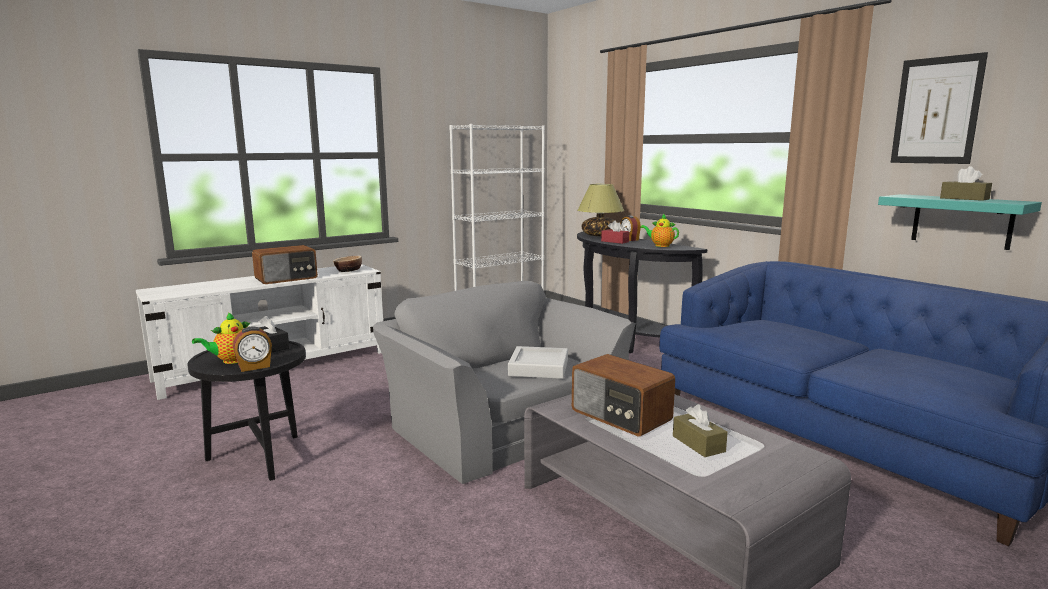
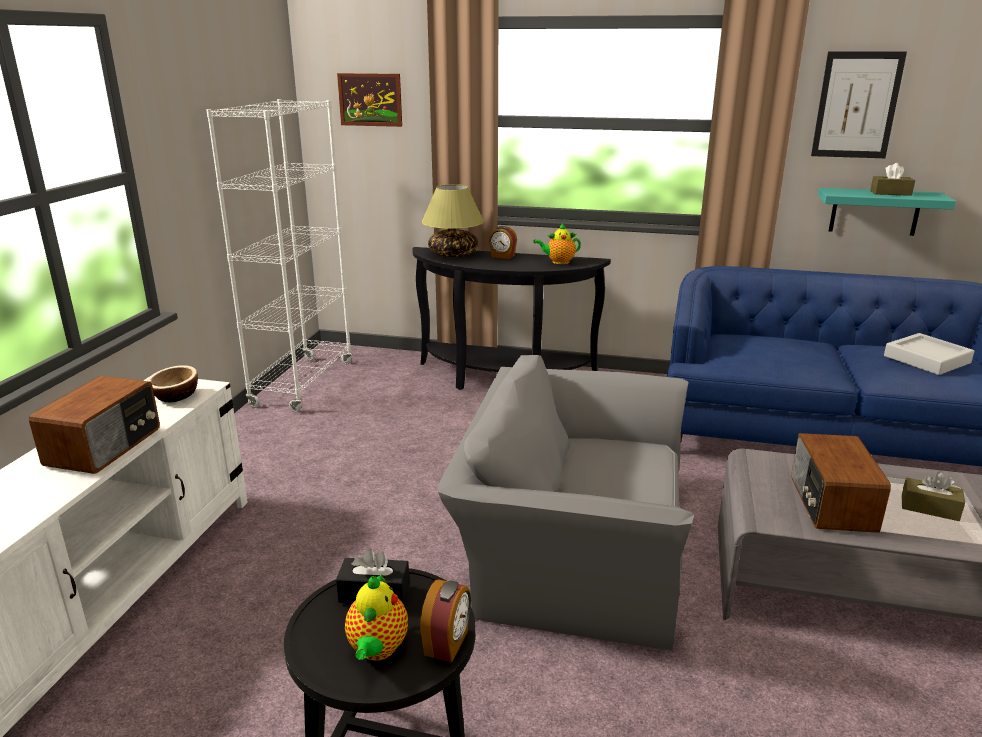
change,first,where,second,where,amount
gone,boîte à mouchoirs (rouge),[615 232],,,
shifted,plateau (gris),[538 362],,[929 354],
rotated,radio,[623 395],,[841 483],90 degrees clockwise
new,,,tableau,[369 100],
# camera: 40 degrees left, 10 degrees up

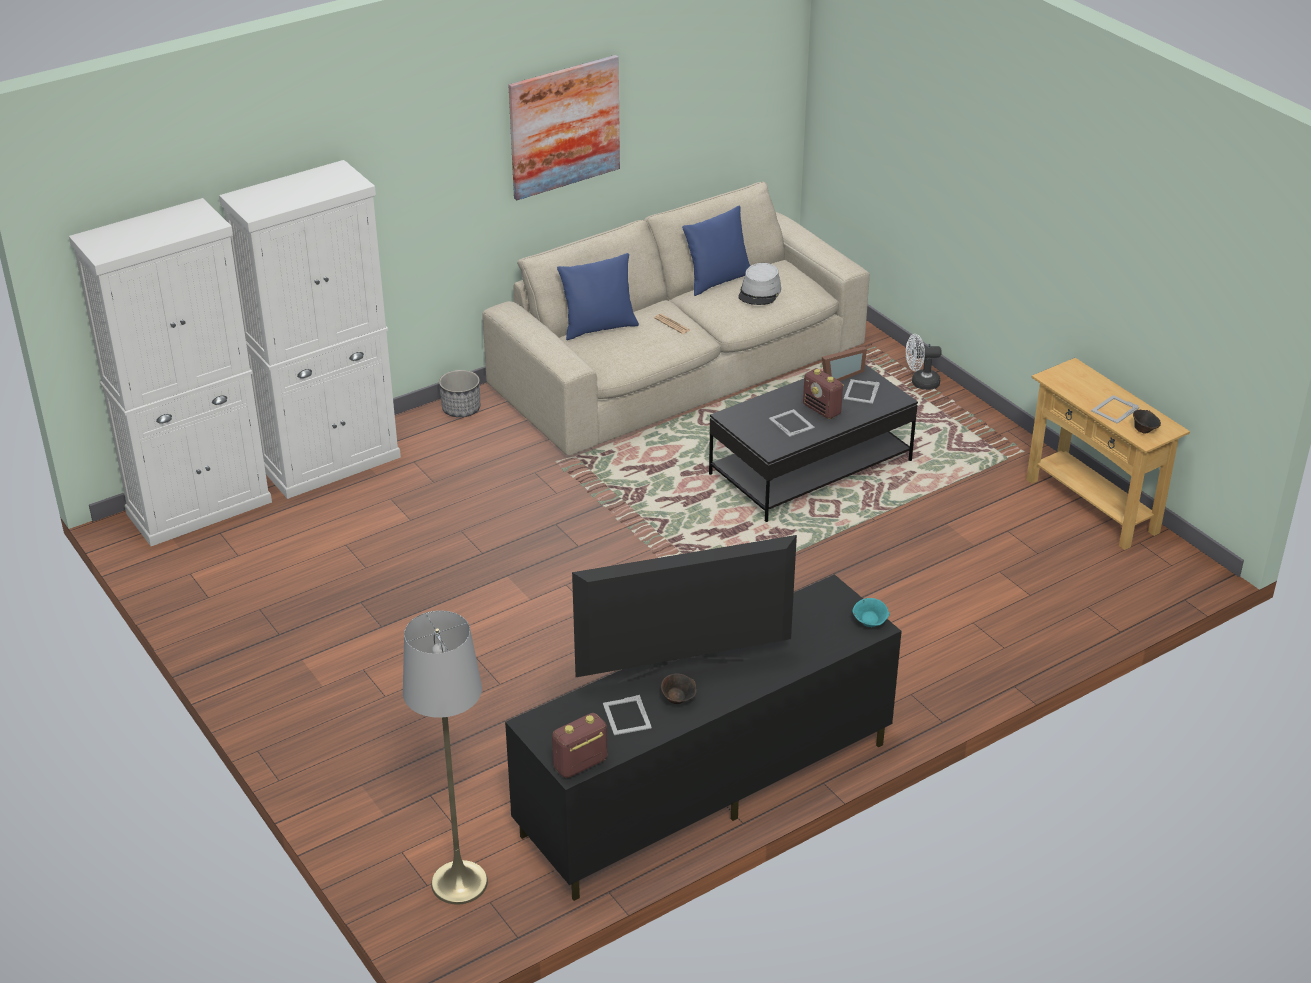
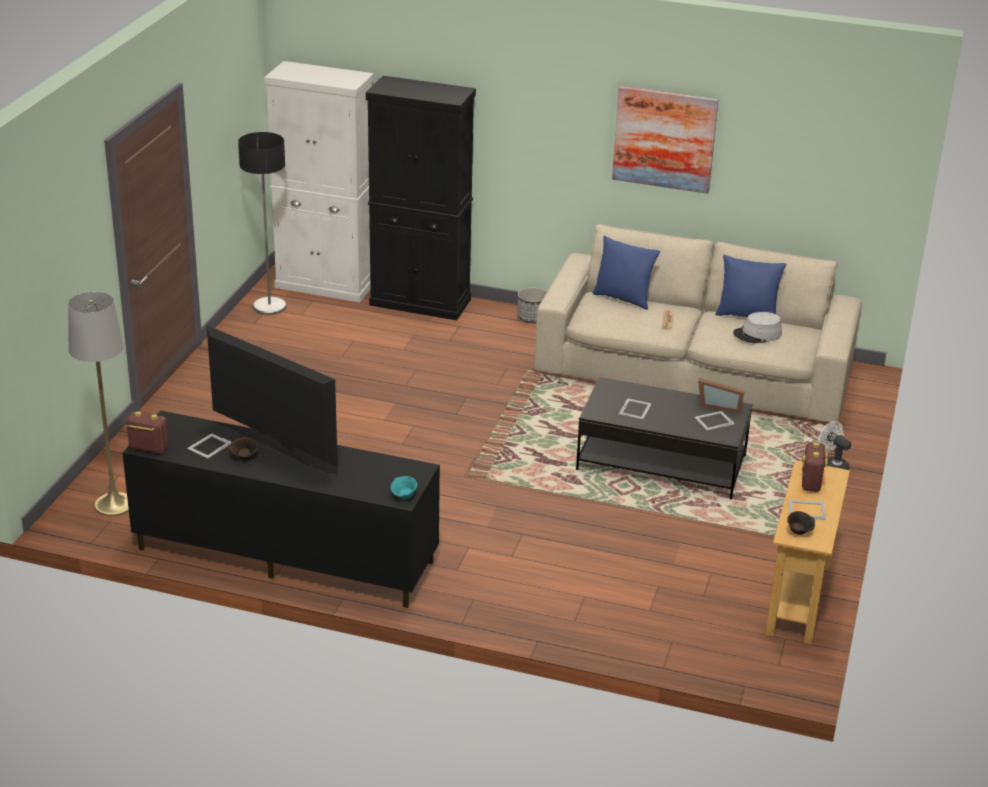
change,first,where,second,where,amount
repainted,meuble de rangement (blanc),[310 329],meuble de rangement (noir),[421 198],
shifted,radio,[823 393],,[815 467],
new,,,lampadaire,[262 223],
# camera: 50 degrees right, 5 degrees down

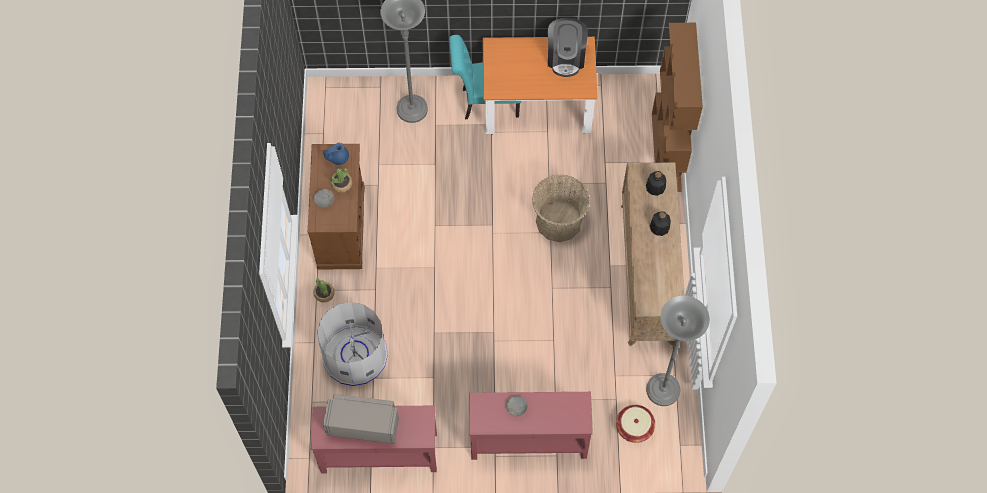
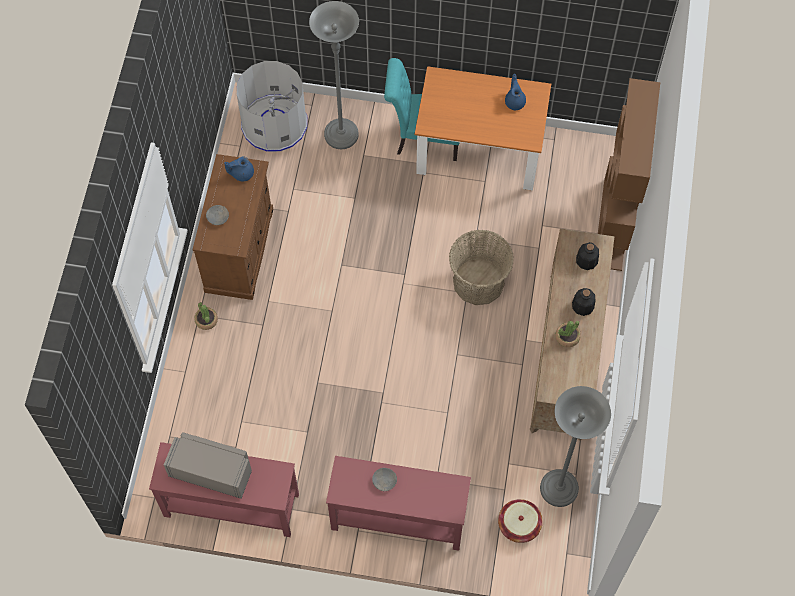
change,first,where,second,where,amount
swapped,machine à café,[568 47],théière (bleu),[515 92],
shifted,plante en pot,[341 180],,[568 334],
shifted,poubelle (gris),[352 344],,[272 106],
# camera: 10 degrees right, 0 degrees up

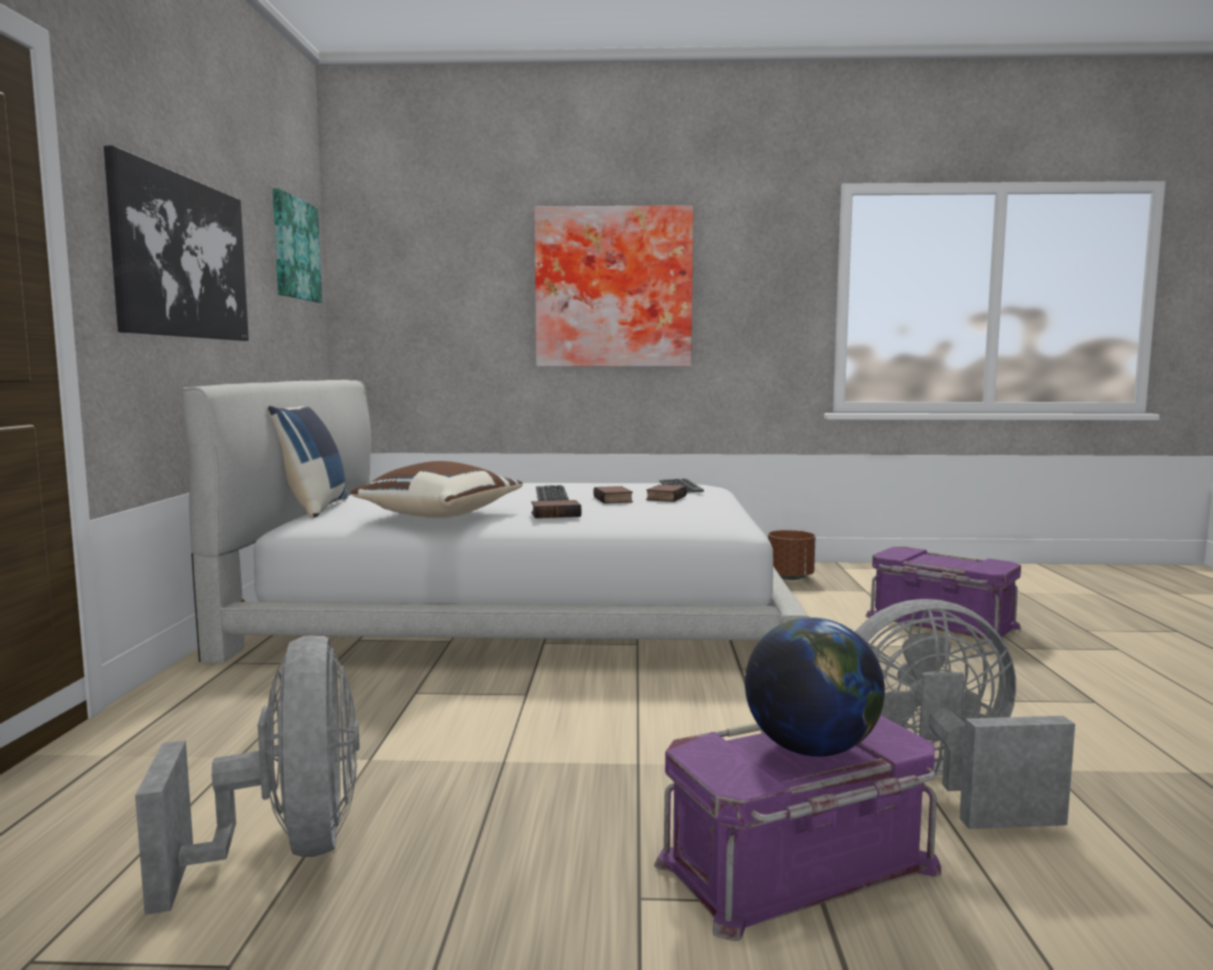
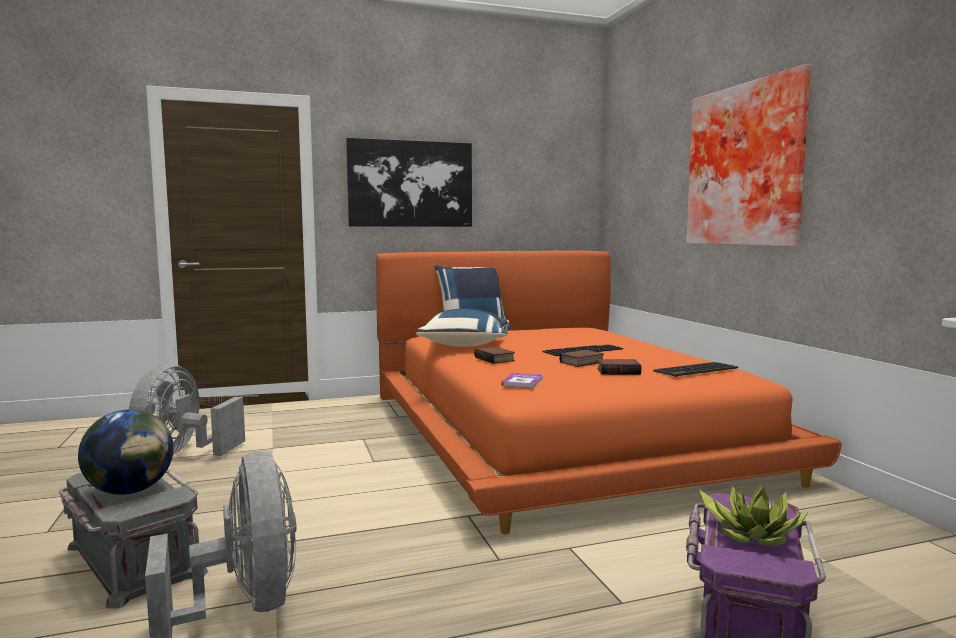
change,first,where,second,where,amount
gone,tableau,[297 245],,,
repainted,lit (blanc),[495 521],lit (orange),[609 392],
repainted,coussin (marron),[437 489],coussin (bleu),[462 327],
gone,cache-pot (marron),[792 555],,,
rotated,ventilateur (gris),[247 775],,[187 410],135 degrees clockwise
repainted,boîte de rangement (violet),[797 828],boîte de rangement (gris),[133 538],
new,,,livre,[522 380],
new,,,plante en pot,[753 516],
# camera: 70 degrees right, 0 degrees up

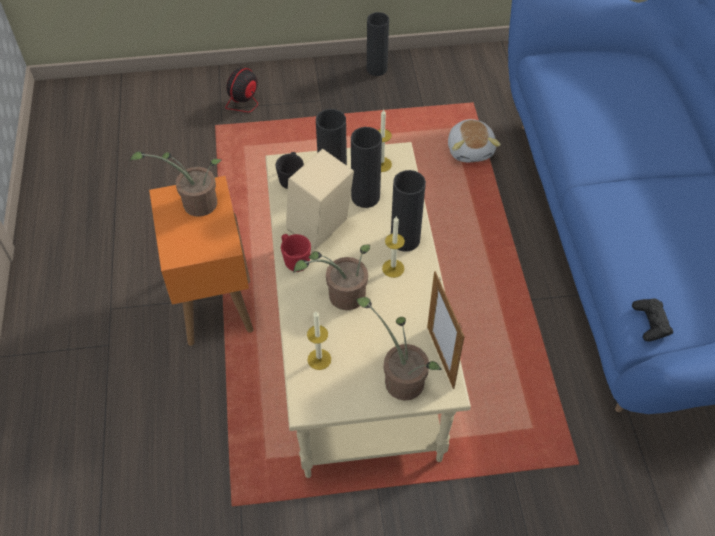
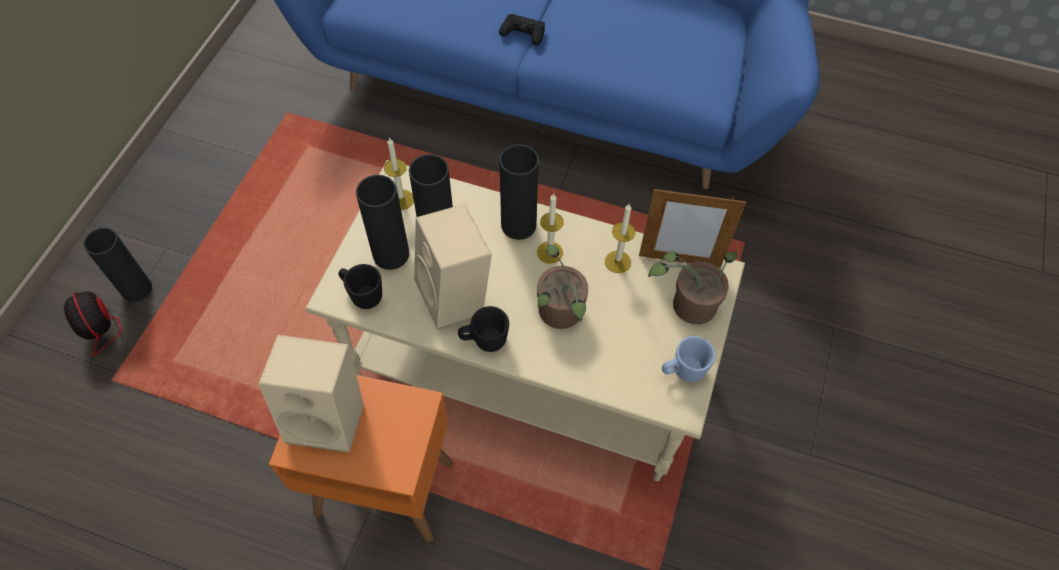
change,first,where,second,where,amount
shifted,vase (noir),[378 44],,[117 264],
gone,peluche,[474 140],,,
swapped,plante en pot,[175 184],enceinte (beige),[311 394],
repainted,mug (rouge),[296 253],mug (noir),[483 329],
shifted,manette (noir),[652 320],,[522 29],
shifted,bougie,[319 341],,[620 238],
new,,,mug (bleu),[689 359],
# camera: 65 degrees left, 5 degrees up

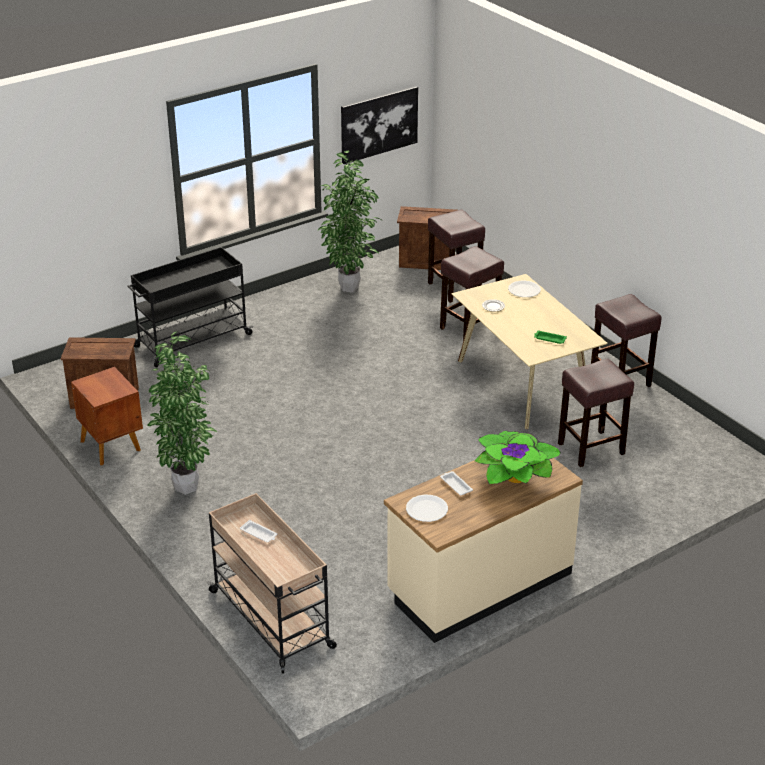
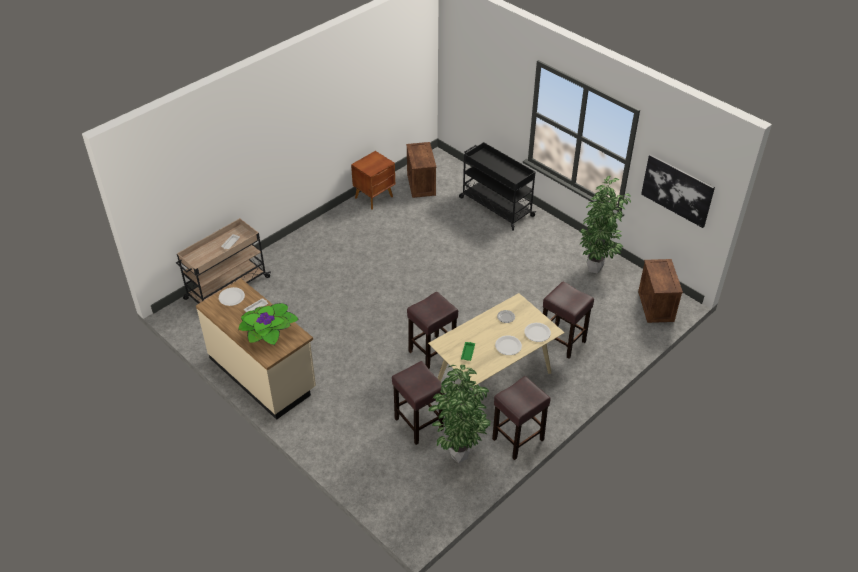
change,first,where,second,where,amount
shifted,tabouret (marron),[456 256],,[432 330],
shifted,plante en pot,[182 413],,[459 414],
new,,,assiette (blanc),[508 345],
# camera: 80 degrees right, 10 degrees up

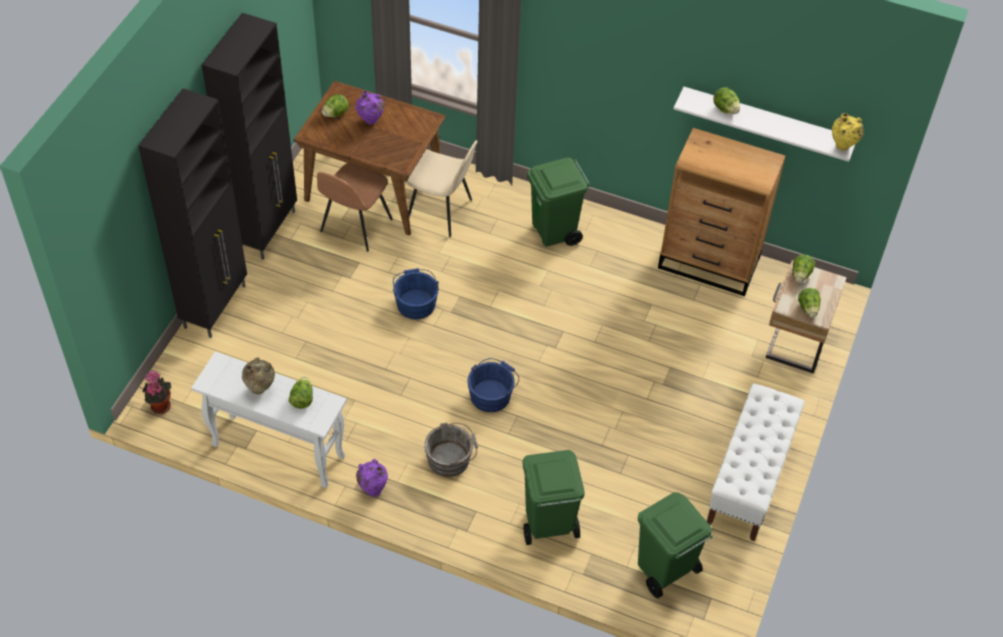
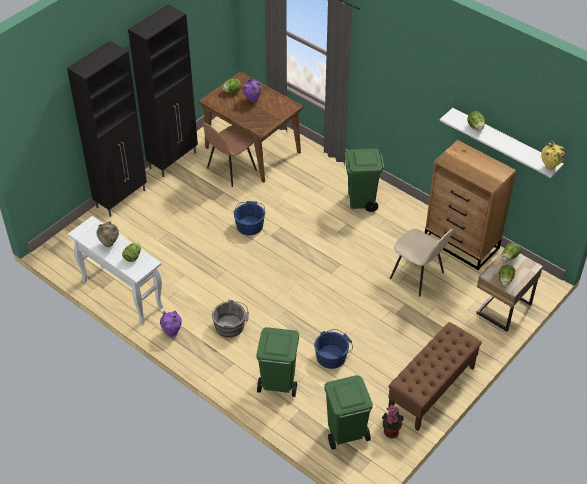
change,first,where,second,where,amount
shifted,chaise (beige),[441 188],,[421 262],
shifted,seau (bleu),[493 385],,[333 349],
shifted,plante en pot,[157 392],,[393 421],
repainted,banc (blanc),[756 462],banc (marron),[435 376],
# camera: 20 degrees right, 5 degrees down

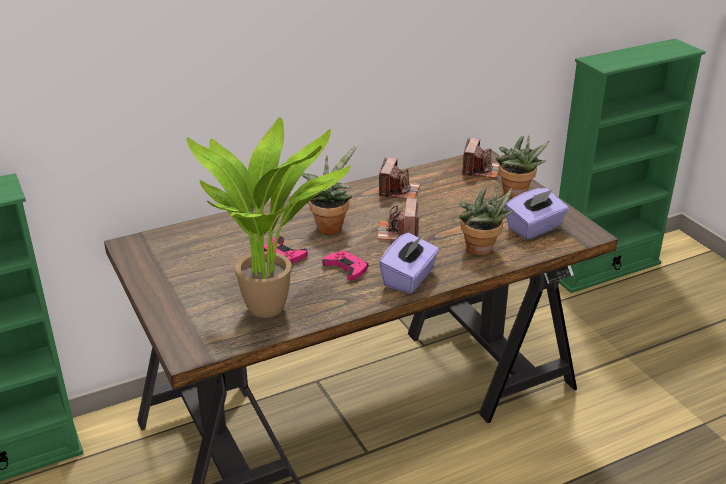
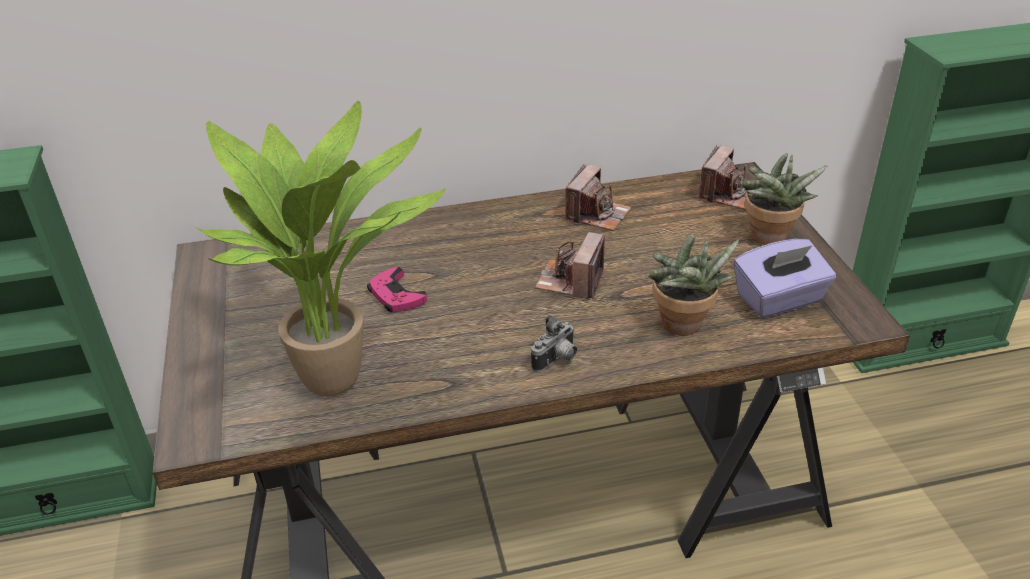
change,first,where,second,where,amount
gone,plante en pot,[329 189],,,
swapped,boîte à mouchoirs (violet),[409 263],appareil photo,[554 343],
gone,manette (rose),[345 265],,,
# camera: 15 degrees right, 5 degrees up

